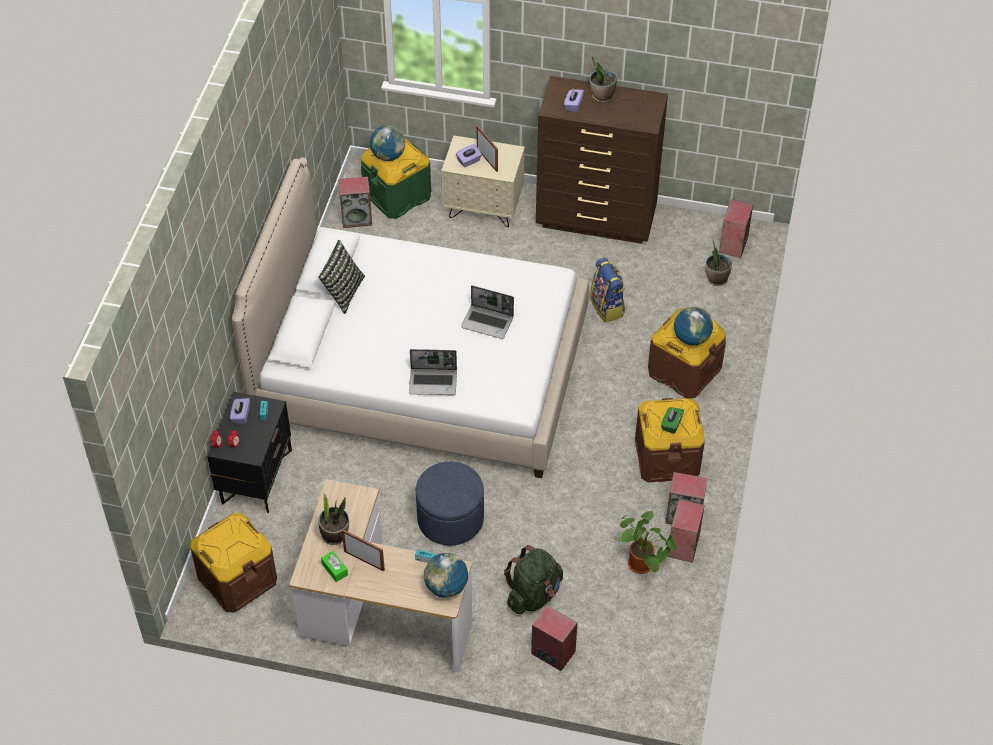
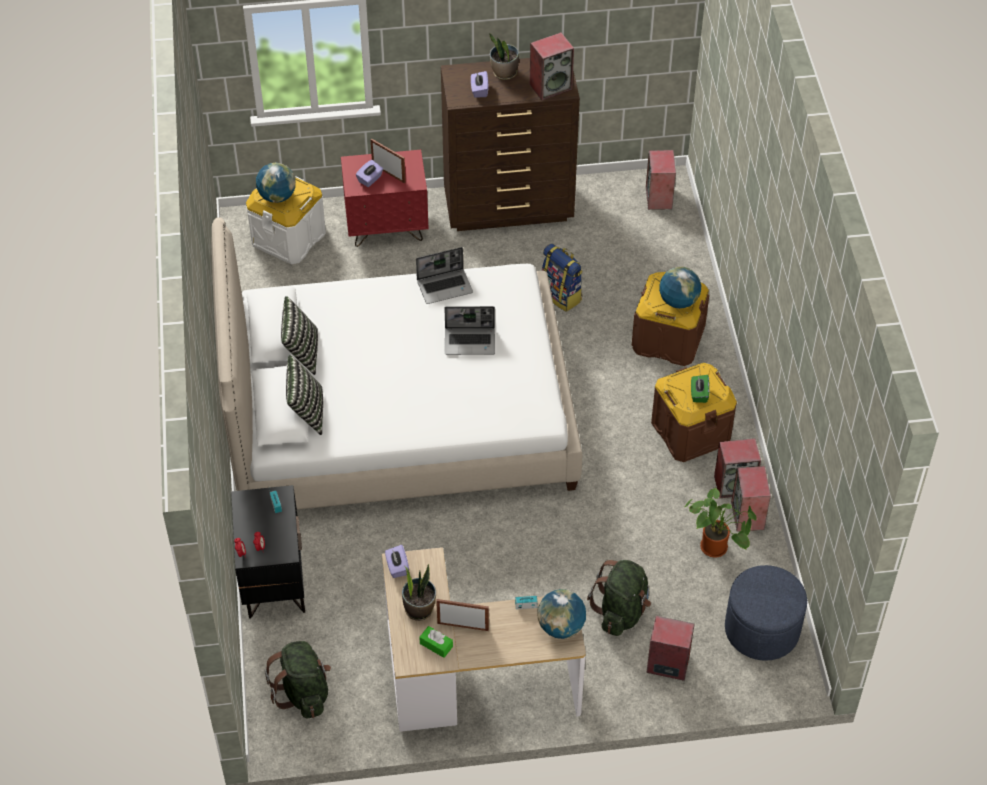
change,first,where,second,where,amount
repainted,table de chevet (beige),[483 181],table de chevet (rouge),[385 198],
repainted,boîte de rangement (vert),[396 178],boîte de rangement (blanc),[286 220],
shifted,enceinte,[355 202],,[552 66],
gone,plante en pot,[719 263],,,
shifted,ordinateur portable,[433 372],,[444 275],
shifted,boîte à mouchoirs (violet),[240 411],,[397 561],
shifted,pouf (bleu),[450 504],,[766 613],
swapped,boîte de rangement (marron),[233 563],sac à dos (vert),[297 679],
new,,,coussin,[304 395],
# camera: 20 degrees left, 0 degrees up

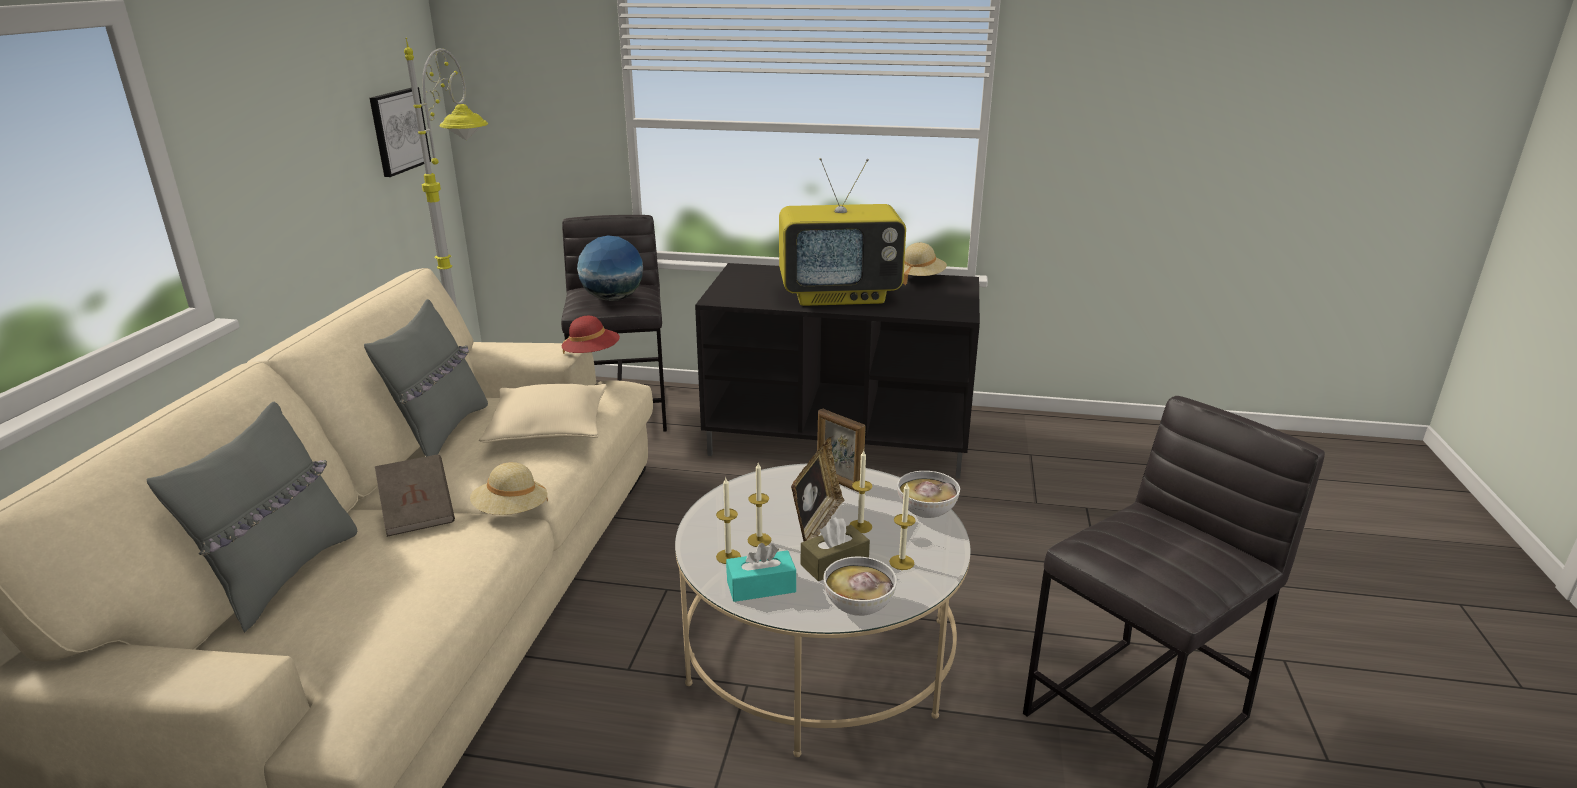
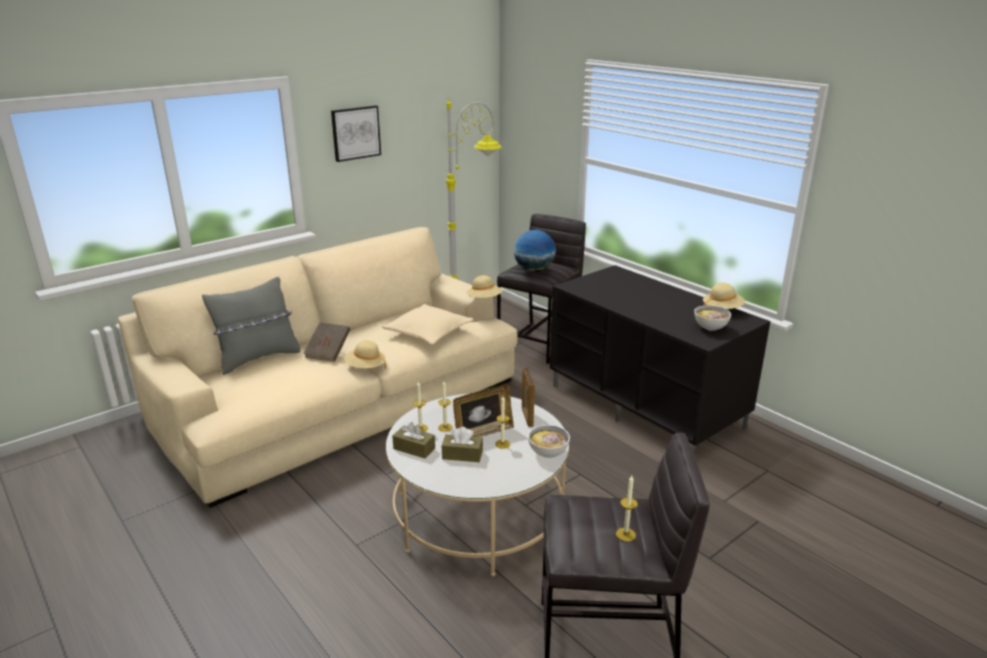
change,first,where,second,where,amount
shifted,tableau,[400 132],,[356 133],
gone,téléviseur,[842 232],,,
gone,coussin (gris),[426 378],,,
repainted,chapeau (rouge),[591 335],chapeau (beige),[485 286],
shifted,bougie,[902 526],,[627 509],
repainted,boîte à mouchoirs (turquoise),[761 572],boîte à mouchoirs (marron),[414 440],
shifted,bol,[860 586],,[712 318],
# camera: 40 degrees right, 0 degrees up

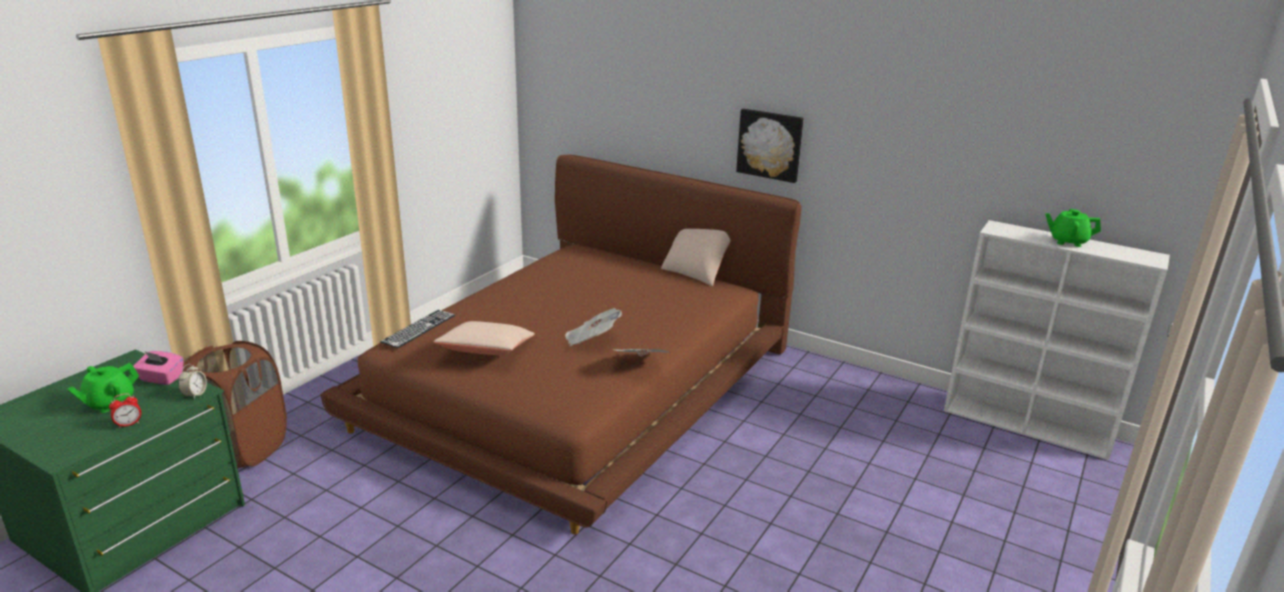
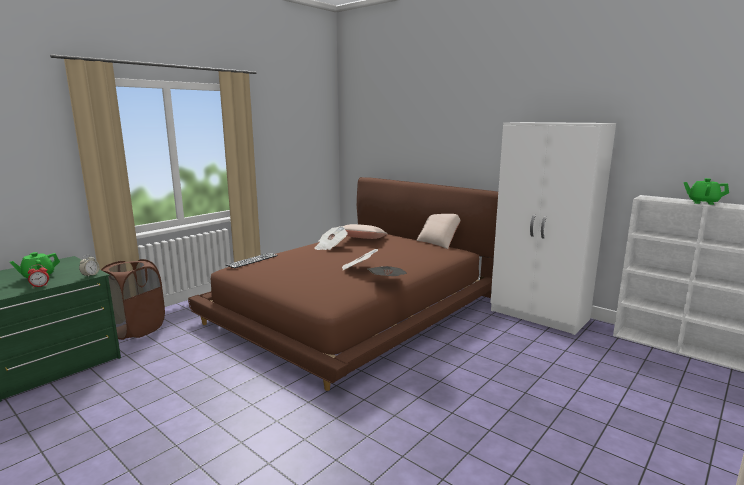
change,first,where,second,where,amount
gone,tableau,[769 146],,,
shifted,coussin (beige),[484 338],,[365 231],
gone,boîte à mouchoirs (rose),[158 368],,,
new,,,armoire (blanc),[553 228],
new,,,journal,[331 238],
# camera: 10 degrees right, 10 degrees down

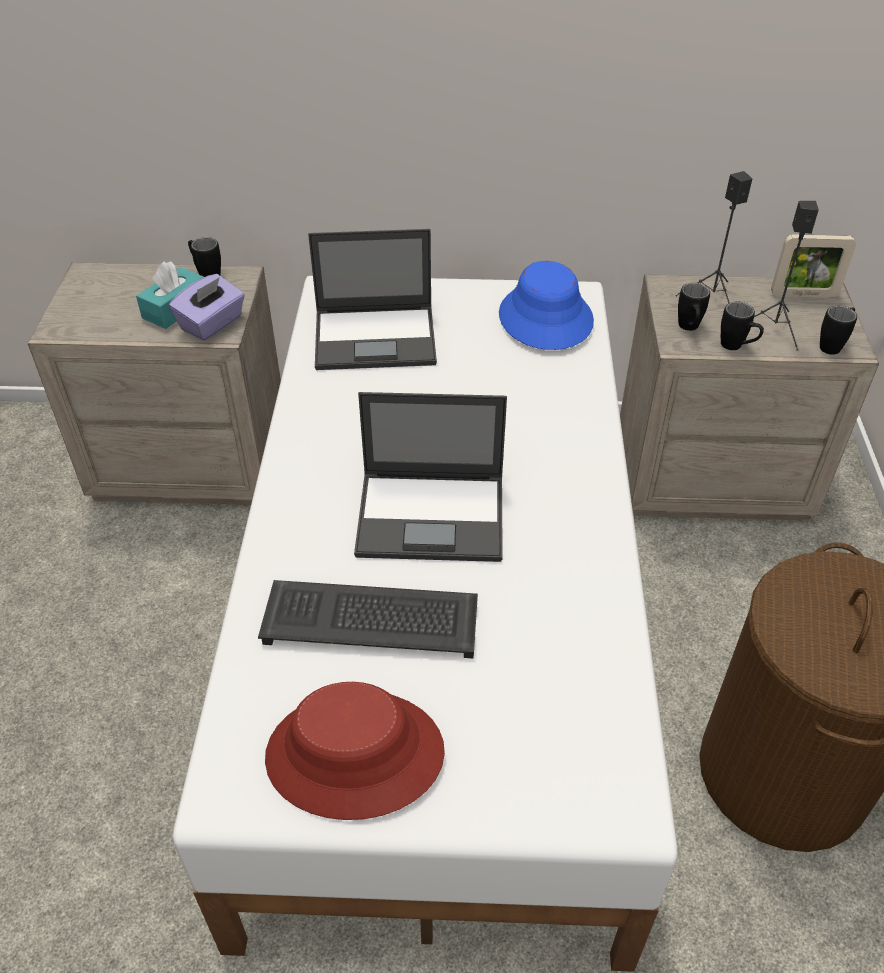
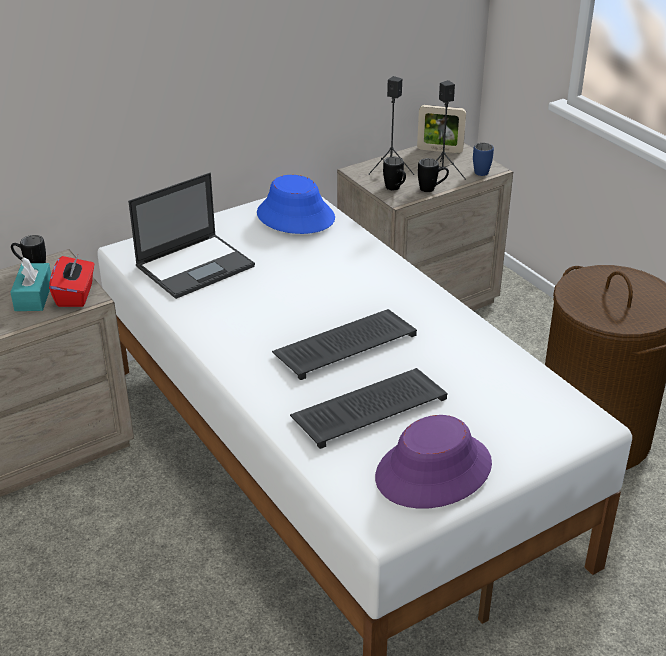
change,first,where,second,where,amount
rotated,cadre photo,[813 266],,[441 129],45 degrees clockwise
repainted,boîte à mouchoirs (violet),[207 307],boîte à mouchoirs (rouge),[71 280],
repainted,mug (noir),[838 330],mug (bleu),[483 159],
swapped,ordinateur portable,[430 477],clavier,[344 344],
repainted,chapeau (rouge),[355 751],chapeau (violet),[433 462],
# camera: 35 degrees left, 10 degrees down

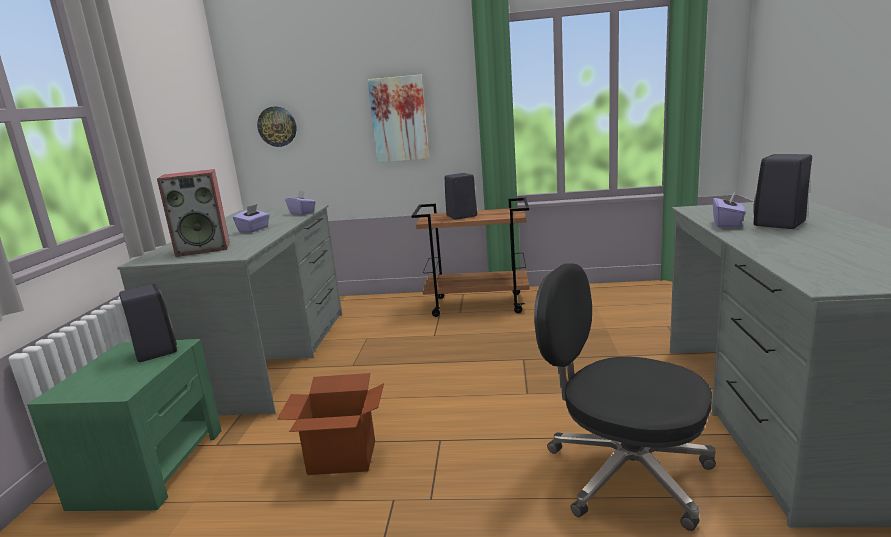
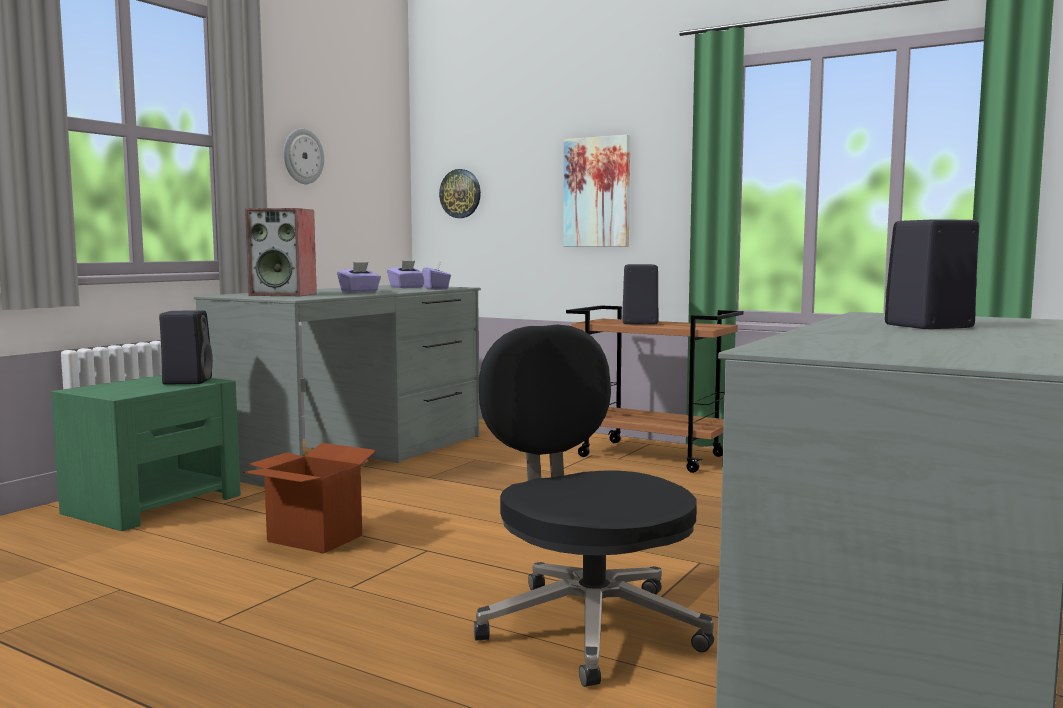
change,first,where,second,where,amount
shifted,boîte à mouchoirs (violet),[729 210],,[405 274],
new,,,horloge murale,[304 156],
# camera: 25 degrees right, 10 degrees down

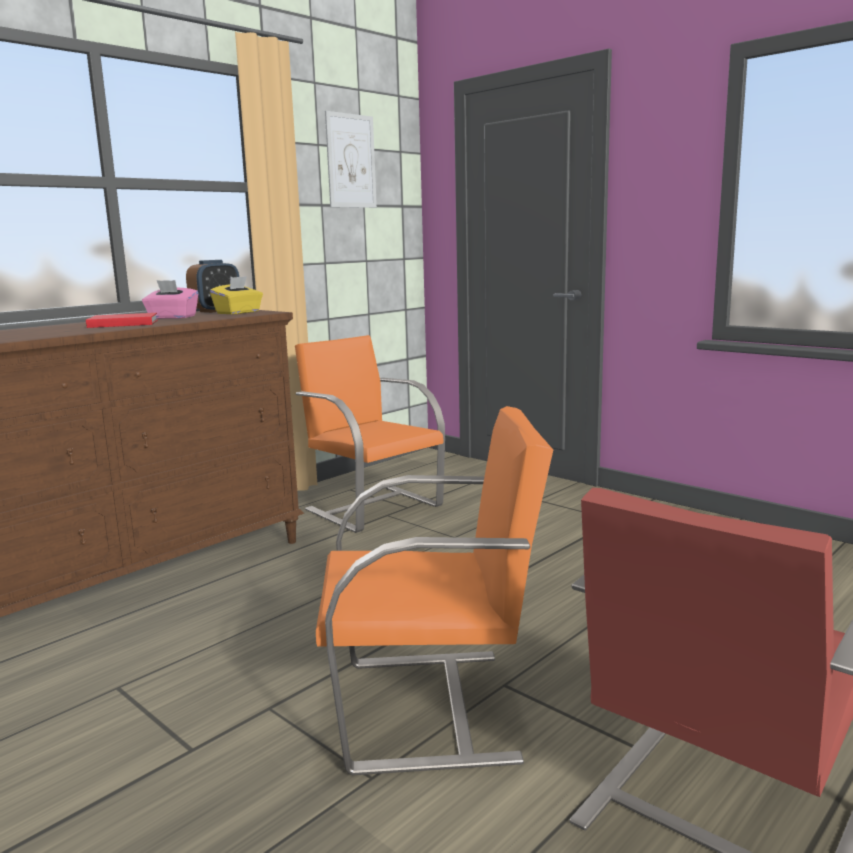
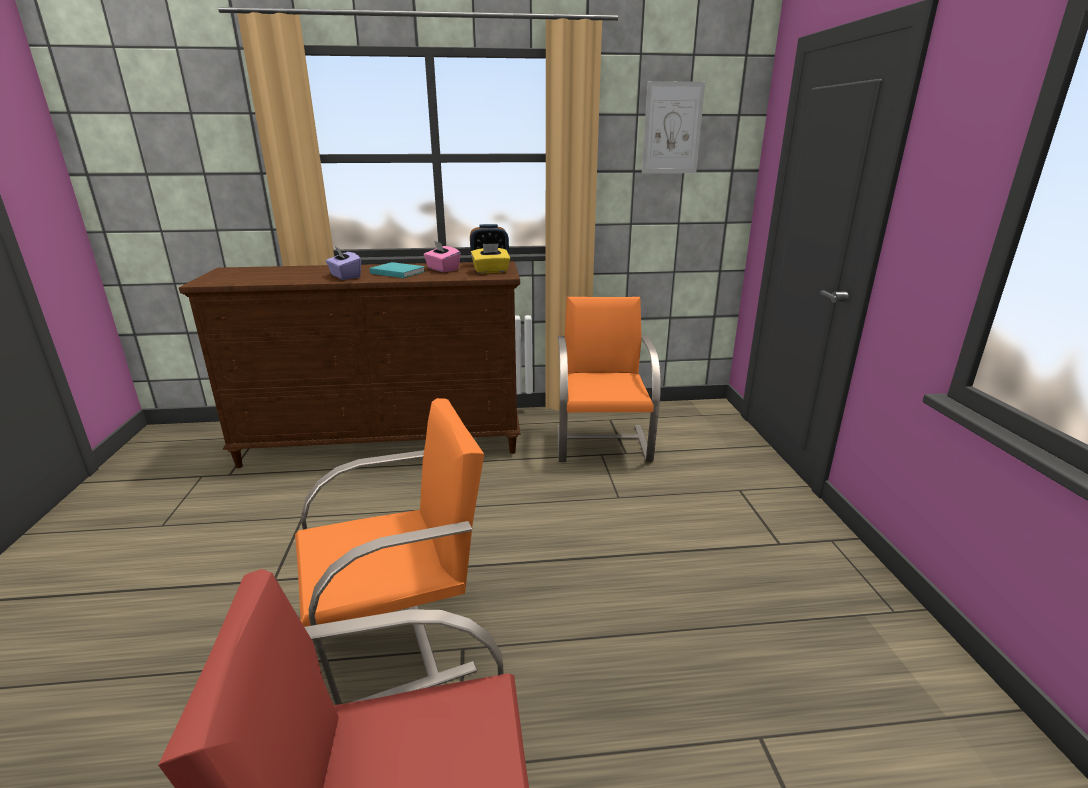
change,first,where,second,where,amount
repainted,livre (rouge),[122 320],livre (turquoise),[397 270],
rotated,chaise (orange),[434 590],,[389 551],60 degrees counterclockwise
new,,,boîte à mouchoirs (violet),[343 263],
# camera: 40 degrees right, 10 degrees up

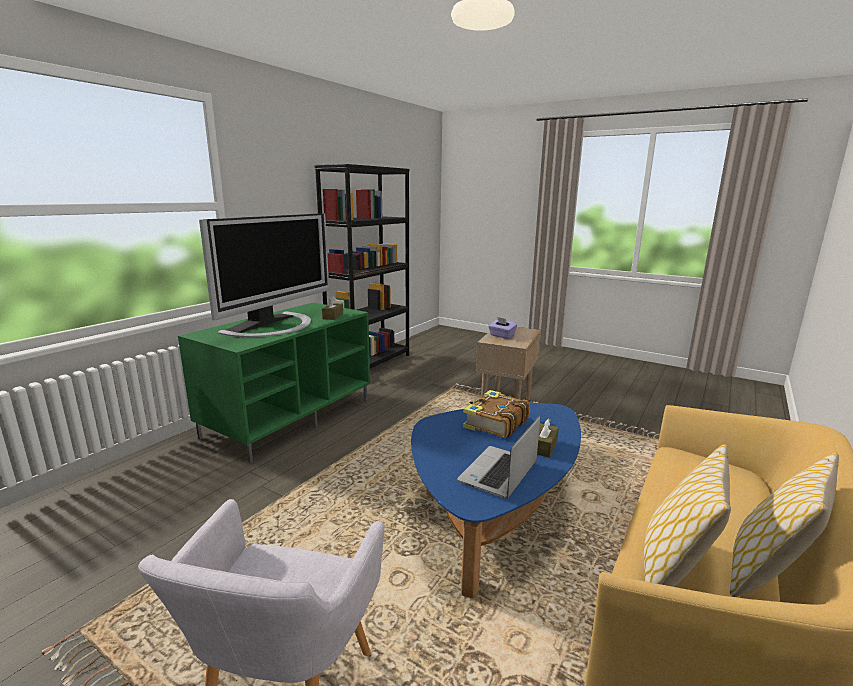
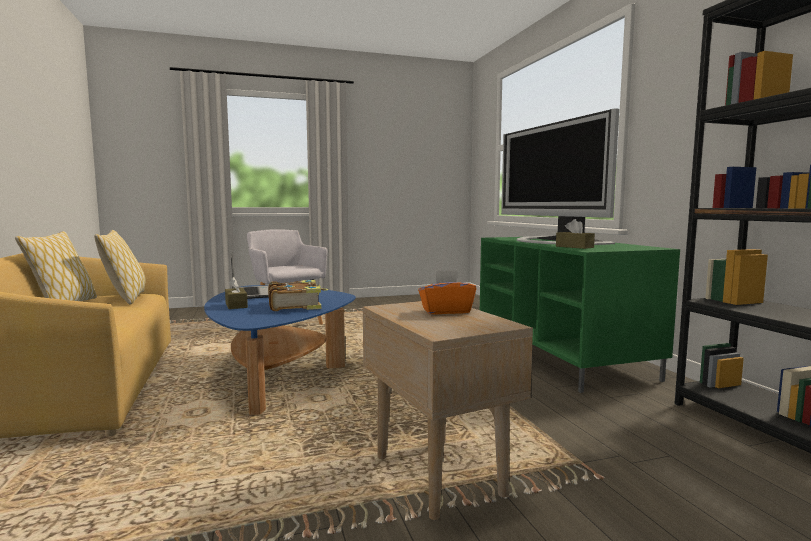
change,first,where,second,where,amount
repainted,boîte à mouchoirs (violet),[502 328],boîte à mouchoirs (orange),[447 292],
# camera: 130 degrees right, 10 degrees down

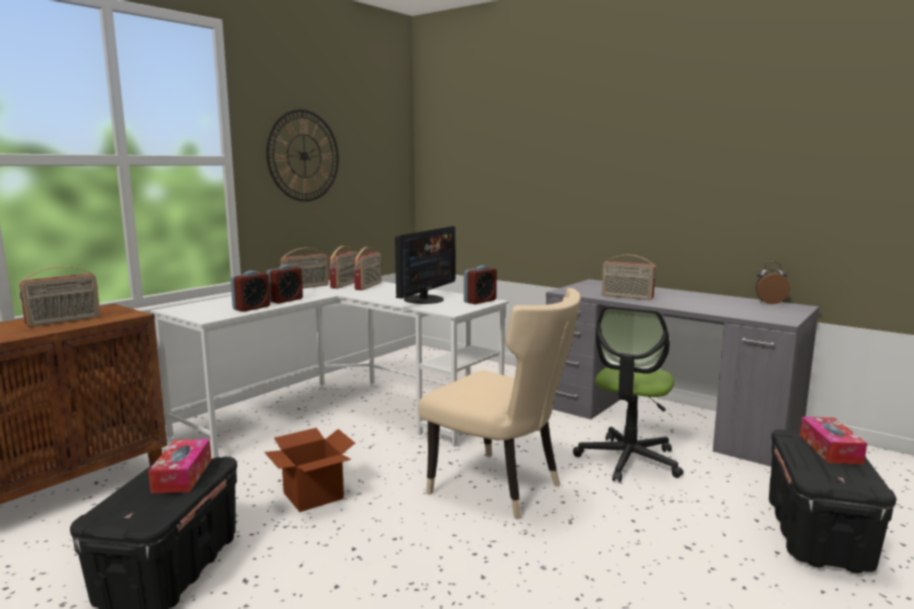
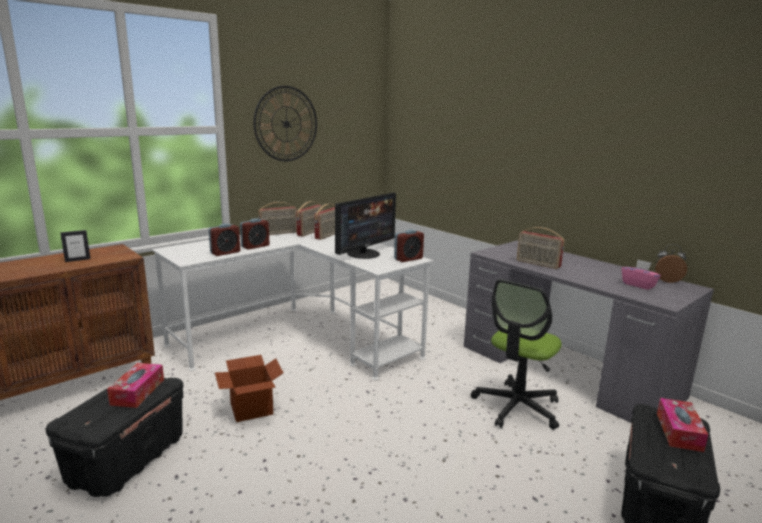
change,first,where,second,where,amount
swapped,radio,[60 296],cadre photo,[75 246],
gone,chaise (beige),[499 403],,,
new,,,boîte à mouchoirs (rose),[641 275],
# camera: 10 degrees right, 5 degrees up

